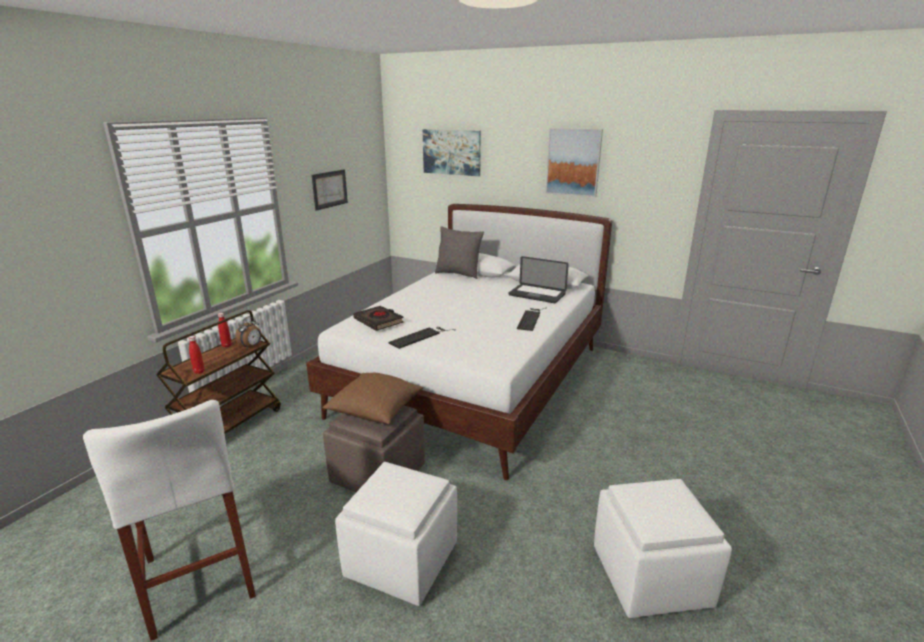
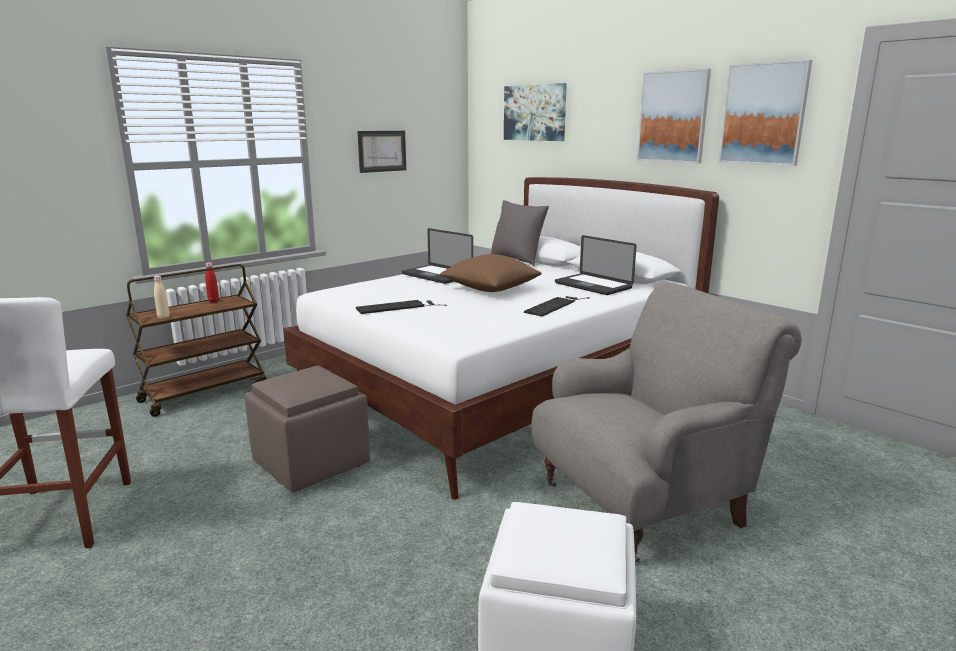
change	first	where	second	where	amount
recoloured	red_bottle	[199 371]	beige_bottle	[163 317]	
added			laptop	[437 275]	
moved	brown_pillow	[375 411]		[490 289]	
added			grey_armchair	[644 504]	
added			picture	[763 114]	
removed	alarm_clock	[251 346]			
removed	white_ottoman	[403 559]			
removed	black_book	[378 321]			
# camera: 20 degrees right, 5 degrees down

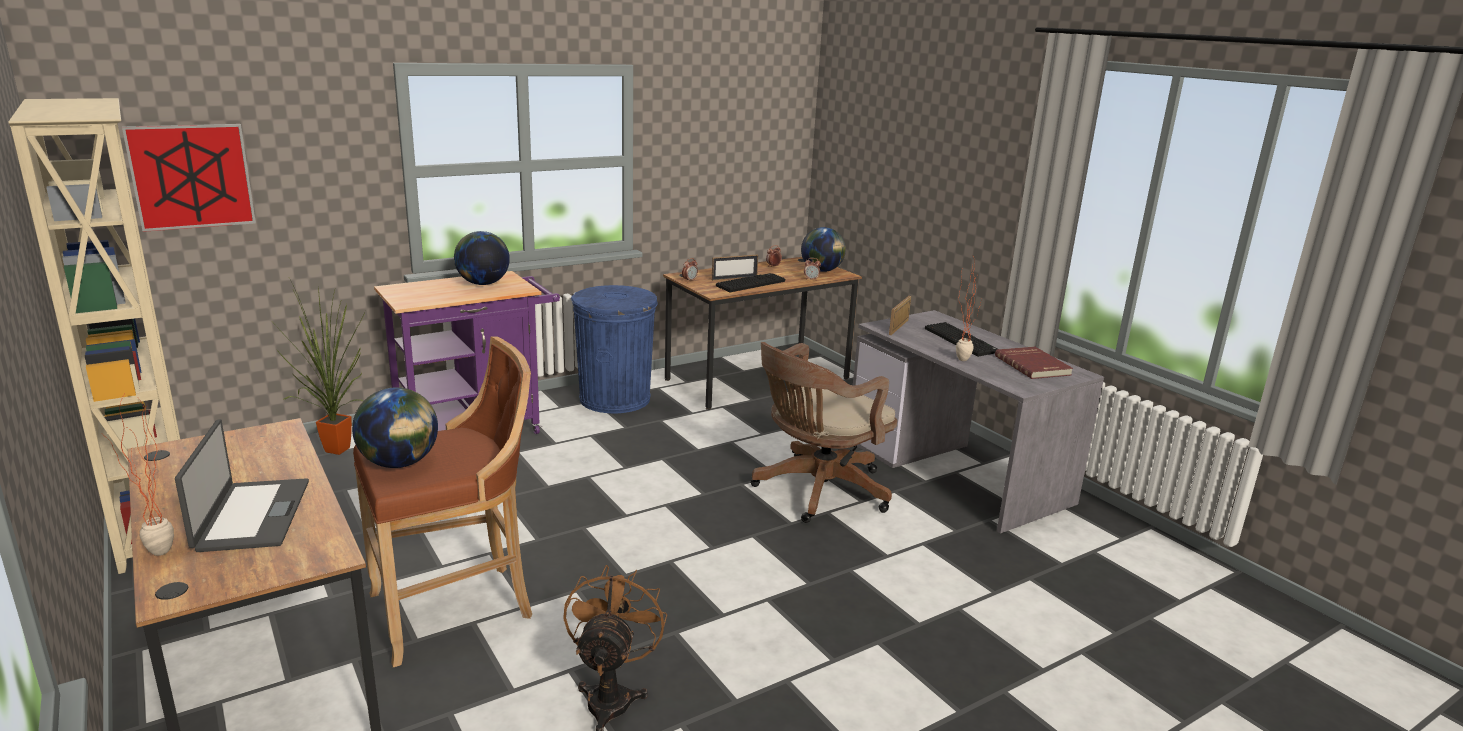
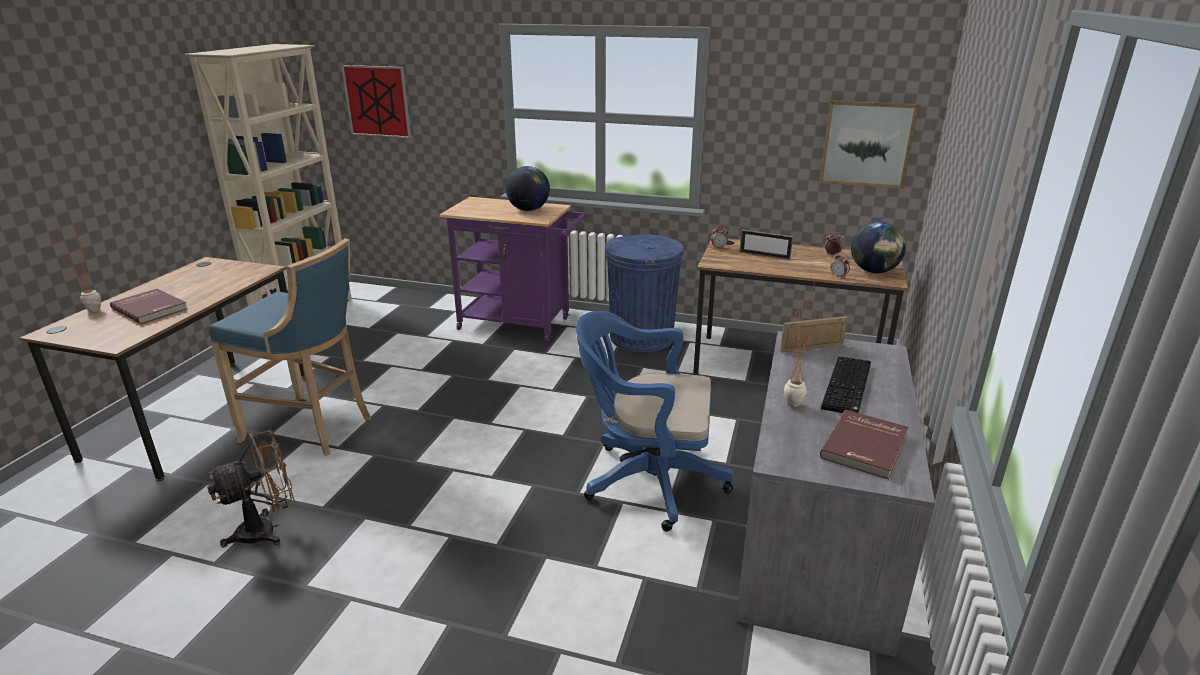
change	first	where	second	where	amount
replaced	laptop	[251 515]	red_book	[151 308]	
recoloured	brown_stool	[457 608]	blue_stool	[312 428]	
recoloured	brown_office_chair	[816 491]	blue_office_chair	[647 481]	
added			picture	[866 144]	
removed	potted_plant	[334 449]			
removed	globe	[400 463]			
removed	keyboard	[750 283]			
# camera: 50 degrees right, 5 degrees up

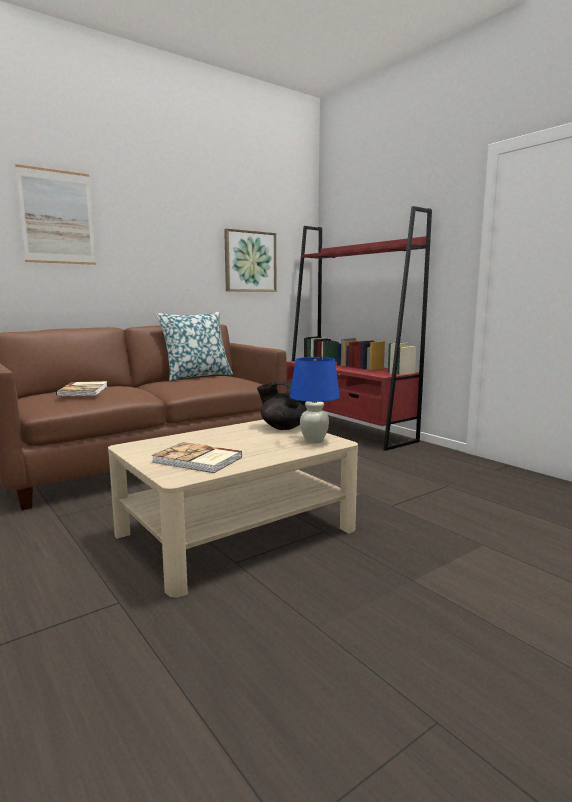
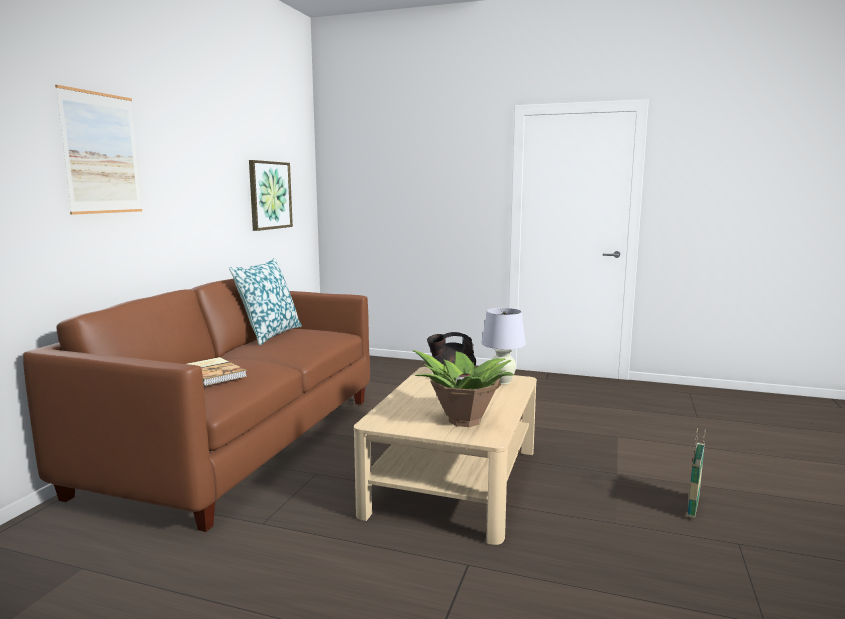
change	first	where	second	where	amount
replaced	book	[197 460]	potted_plant	[464 420]	
recoloured	blue_table_lamp	[314 440]	white_table_lamp	[502 382]	
added			basket	[693 507]	
removed	red_bookcase	[347 430]			
# camera: 35 degrees left, 0 degrees up

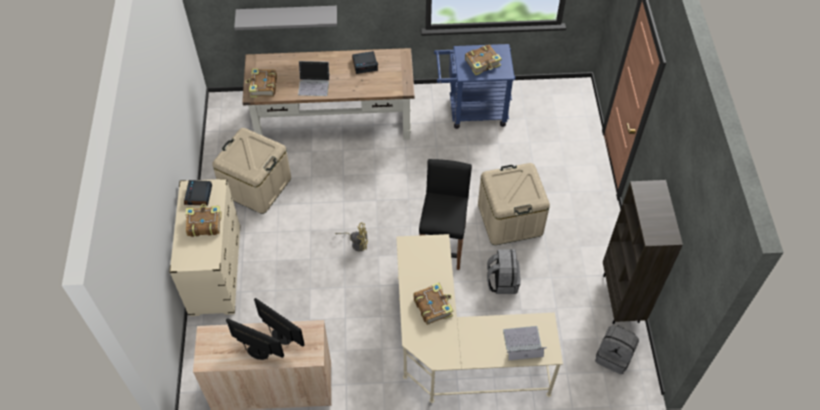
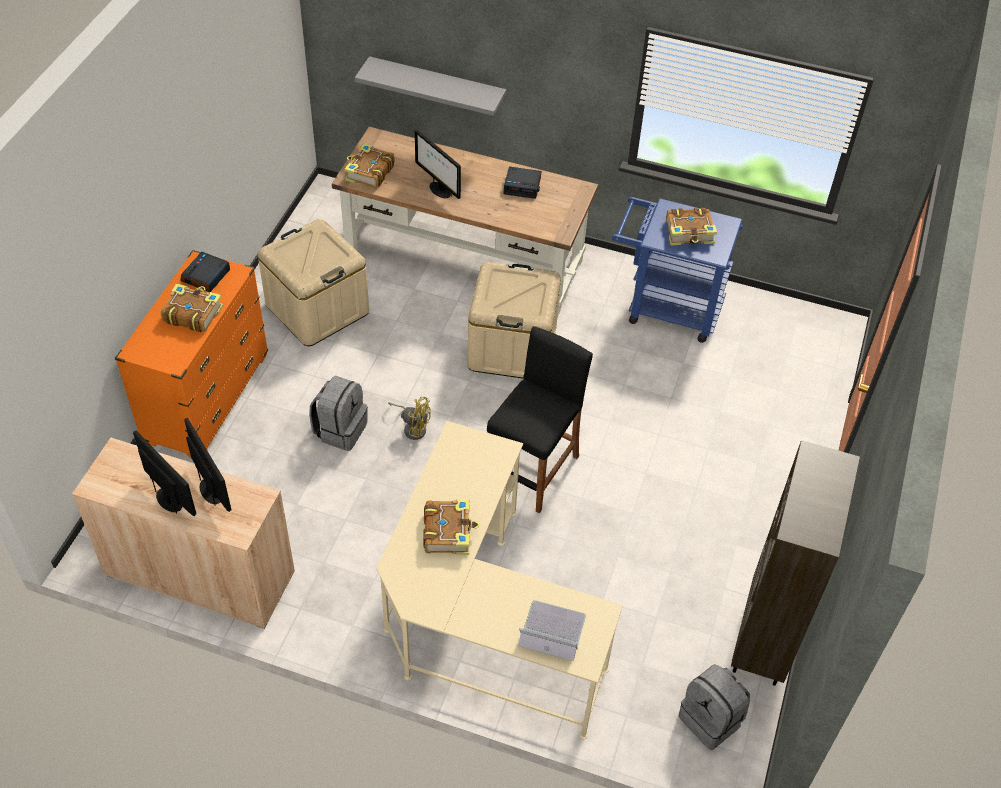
change	first	where	second	where	amount
recoloured	beige_dresser	[216 271]	orange_dresser	[207 398]	
moved	grey_backpack	[502 281]		[340 430]	
replaced	laptop	[314 84]	monitor	[439 190]	
moved	beige_storage_box	[510 219]		[512 347]	
# camera: 20 degrees right, 5 degrees down

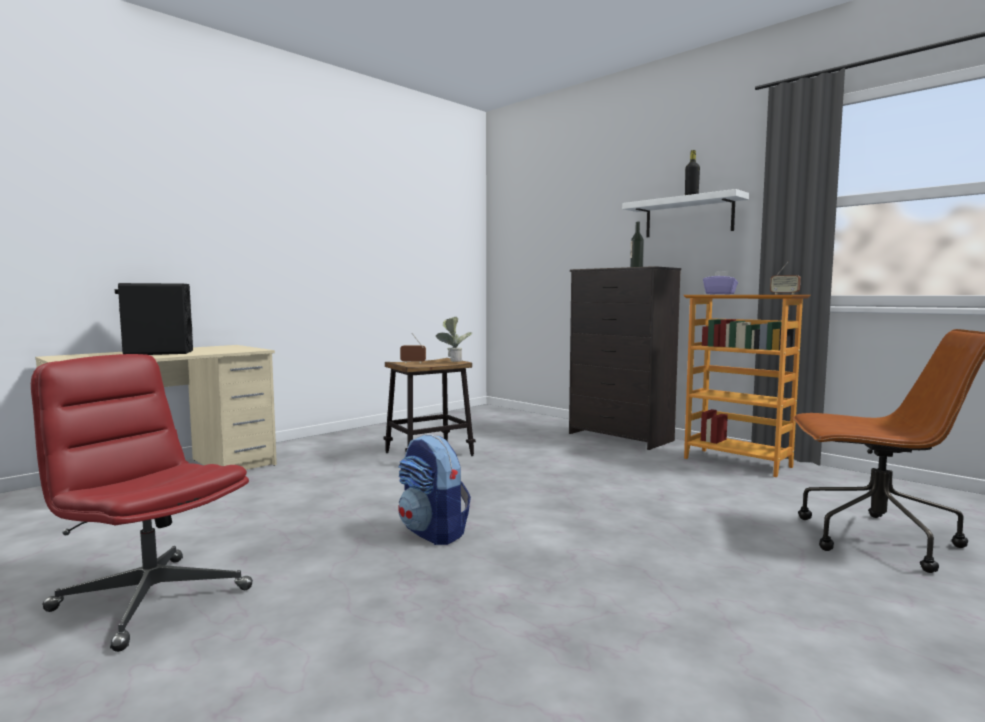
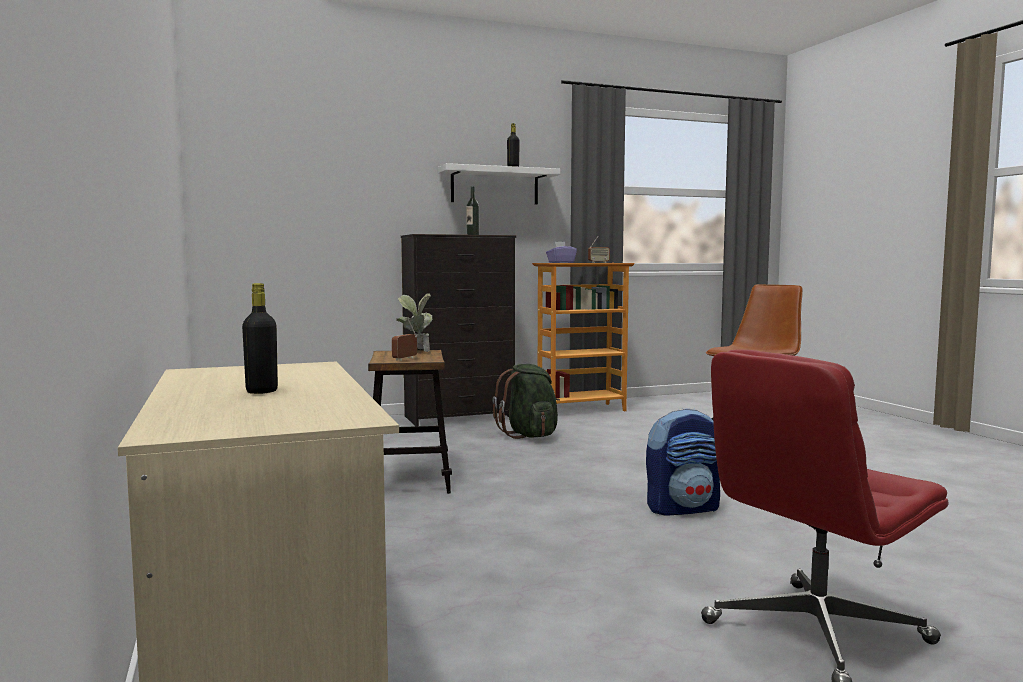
change	first	where	second	where	amount
replaced	black_speaker	[158 353]	black_bottle	[262 391]	
added			green_backpack	[530 435]	
# camera: 65 degrees left, 0 degrees up

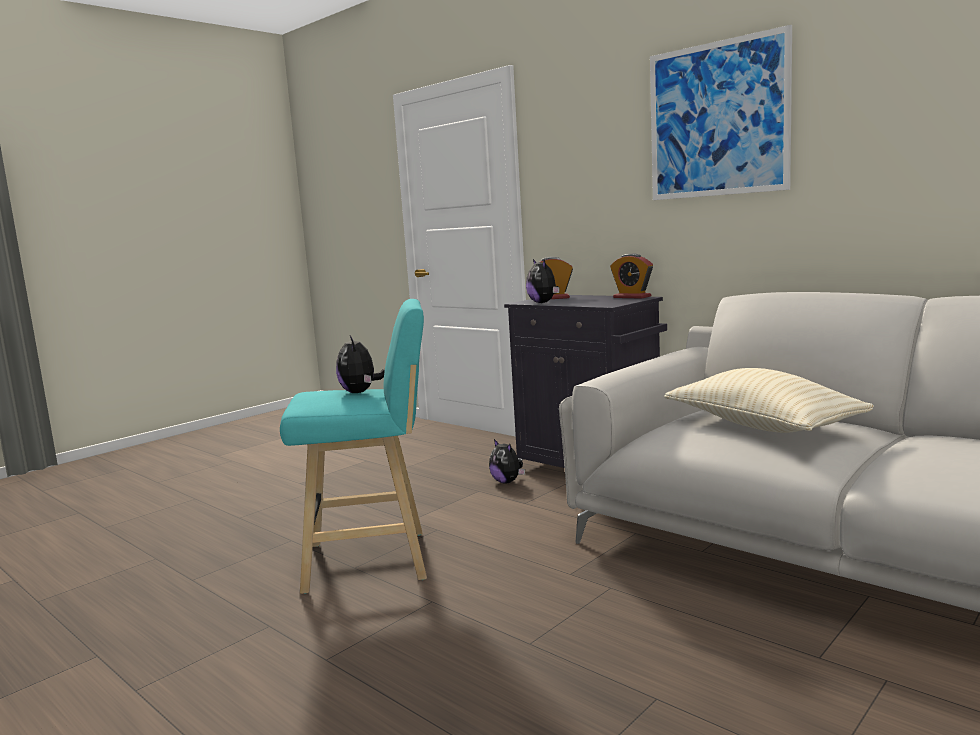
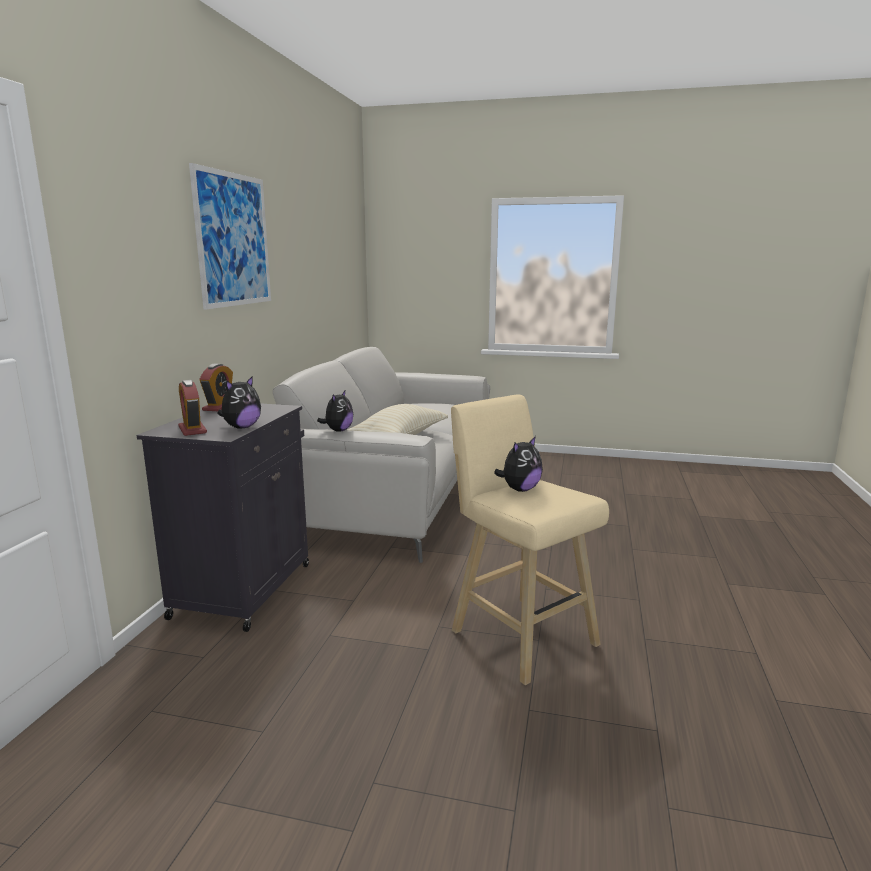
change	first	where	second	where	amount
moved	plush_toy	[507 482]		[338 430]	
recoloured	turquoise_stool	[374 561]	beige_stool	[519 635]	
# camera: 120 degrees left, 5 degrees up

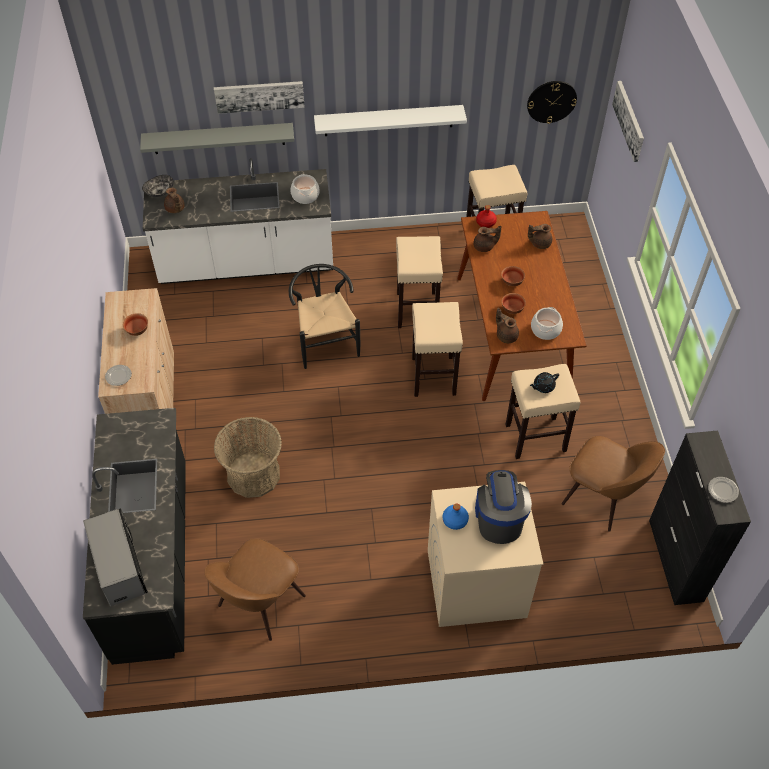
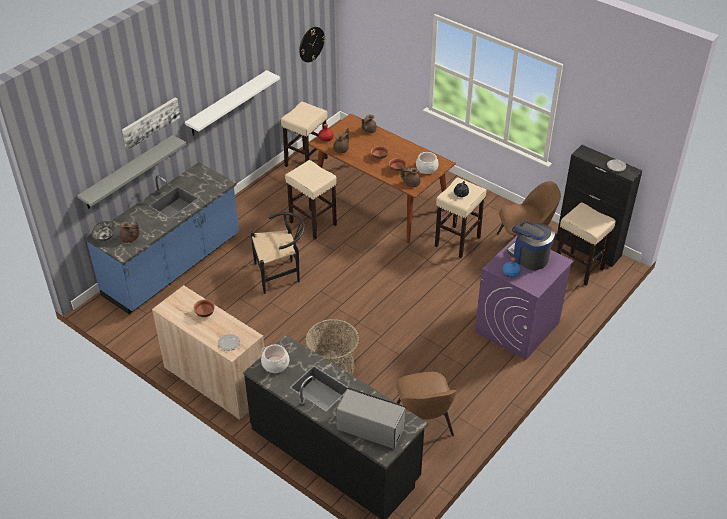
change	first	where	second	where	amount
recoloured	white_counter	[246 264]	blue_counter	[173 266]	
turned	black_chair	[325 341]		[281 274]	135 degrees clockwise
moved	cooking_pot	[305 195]		[275 364]	
recoloured	beige_washing_machine	[475 584]	purple_washing_machine	[517 327]	
moved	beige_stool	[433 375]		[578 268]	
removed	picture	[629 120]			
# camera: 45 degrees left, 10 degrees down

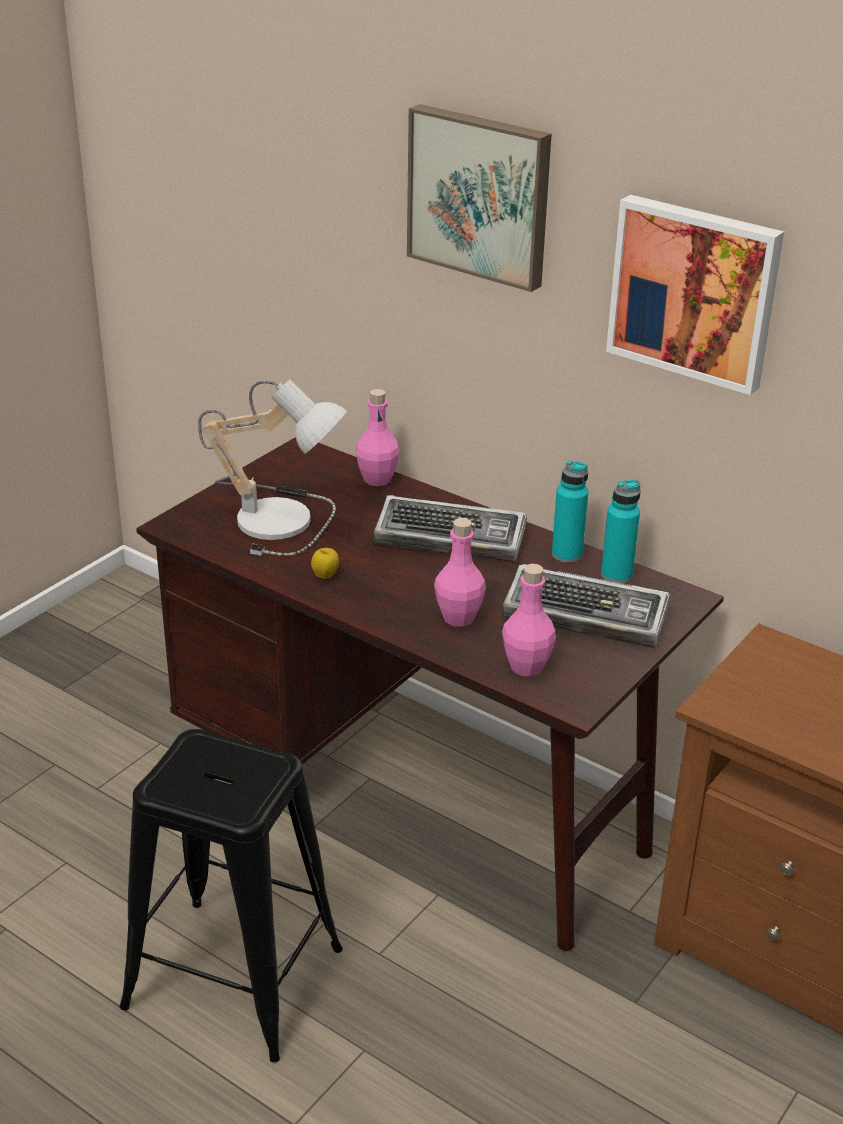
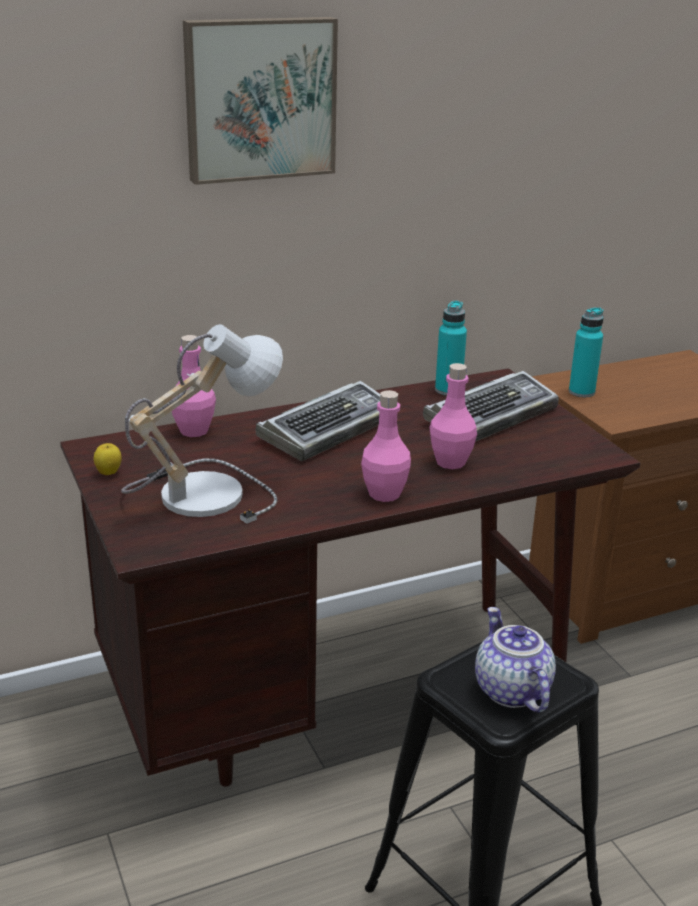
change	first	where	second	where	amount
moved	apple	[325 576]		[109 473]	
moved	pink_bottle	[526 666]		[384 494]	
added			teapot	[509 690]	
moved	turquoise_bottle	[567 554]		[581 392]	
removed	picture	[695 291]			
# camera: 60 degrees left, 5 degrees down

